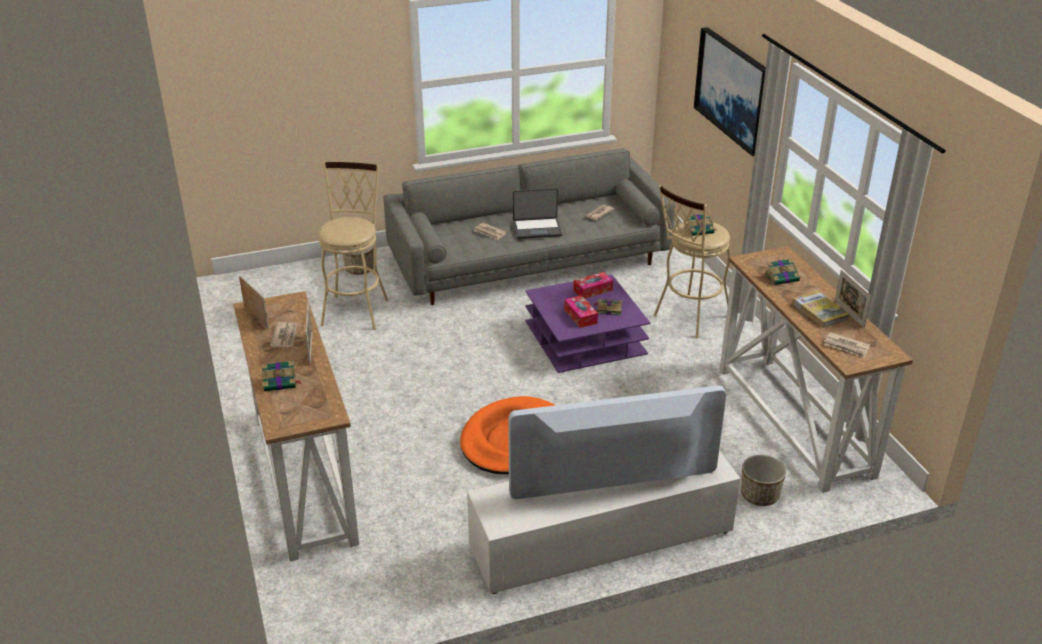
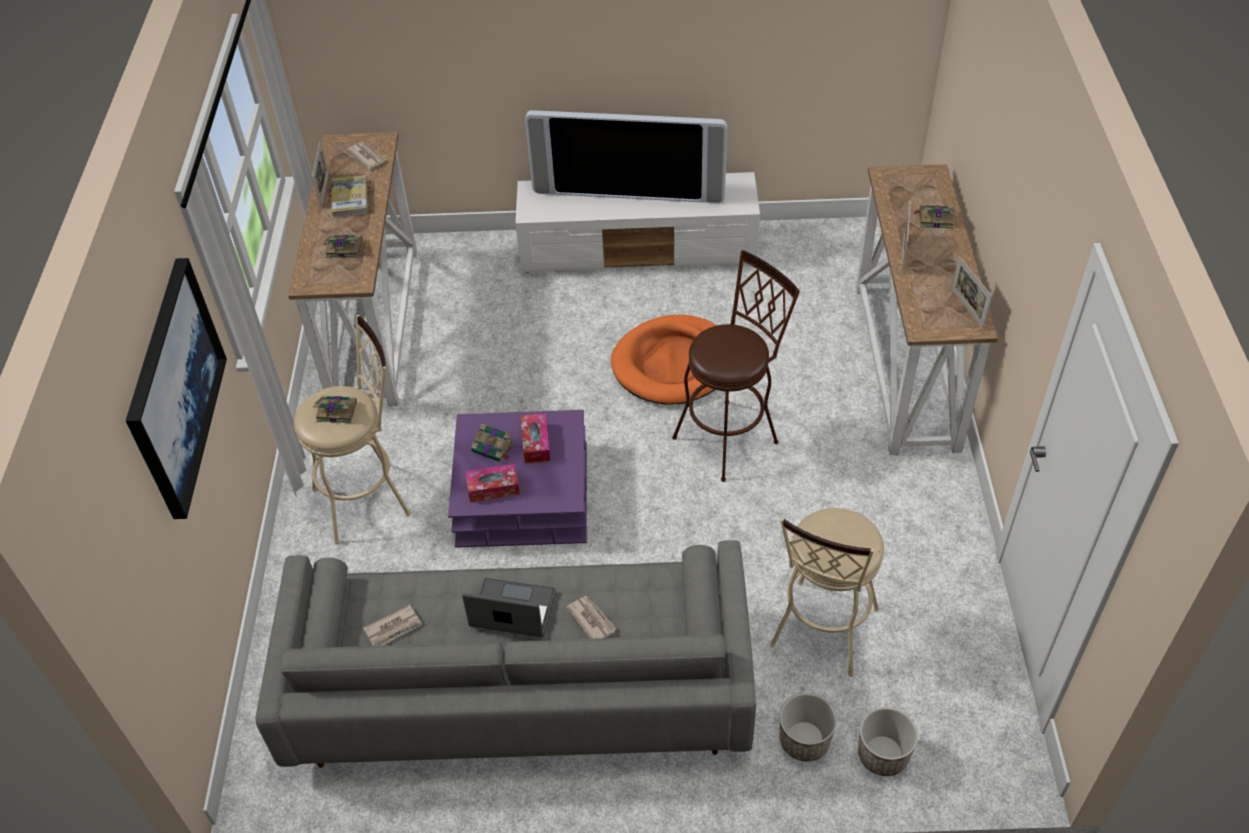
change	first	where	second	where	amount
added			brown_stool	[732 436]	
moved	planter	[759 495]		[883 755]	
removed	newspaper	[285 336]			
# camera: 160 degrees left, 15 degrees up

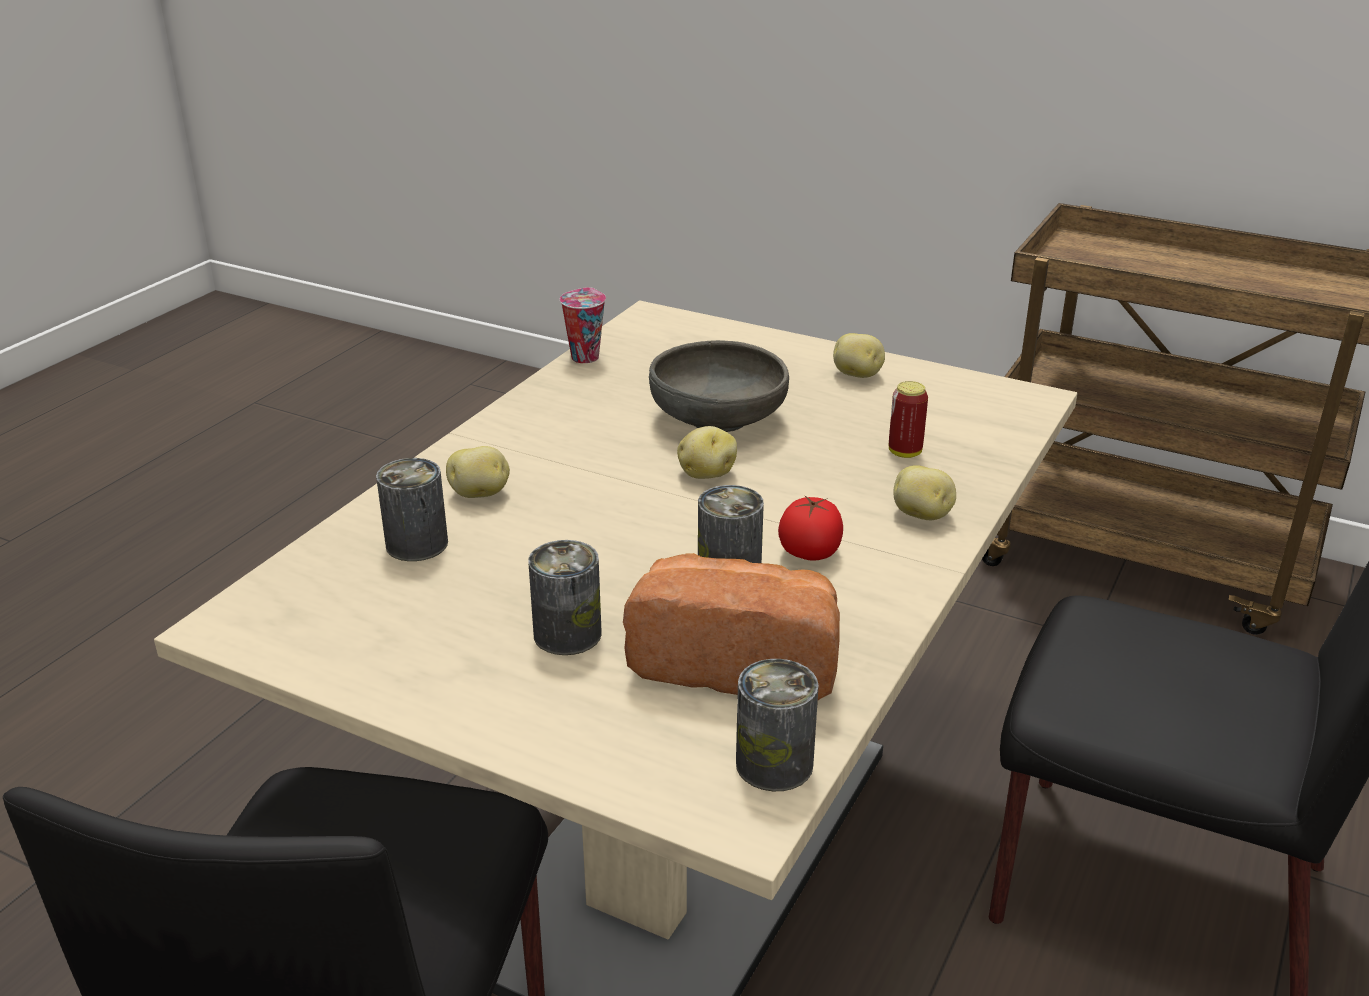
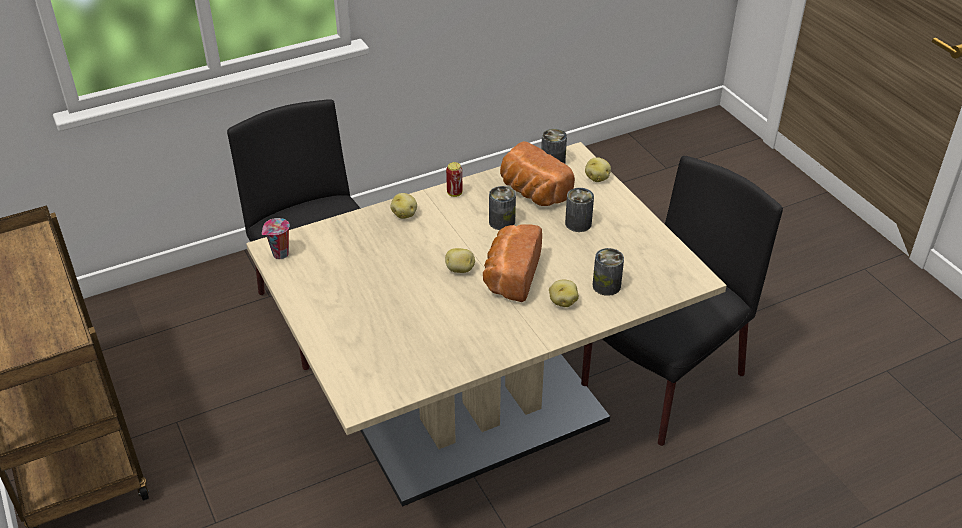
change	first	where	second	where	amount
moved	cup	[584 356]		[280 255]	
moved	can	[904 452]		[454 193]	
added			bread	[510 276]	
moved	potato	[857 375]		[597 178]	
removed	grey_bowl	[717 419]			
removed	tomato	[809 552]			
# camera: 145 degrees left, 10 degrees up

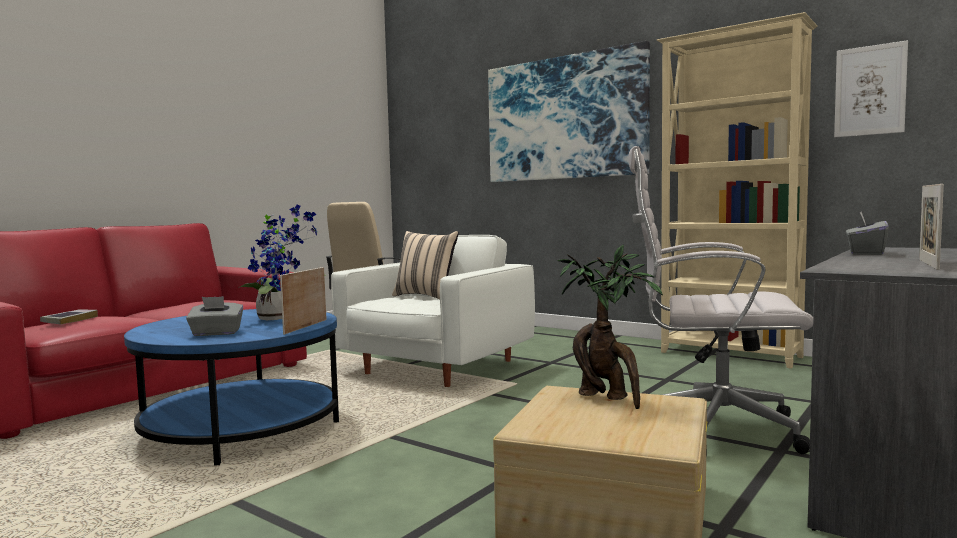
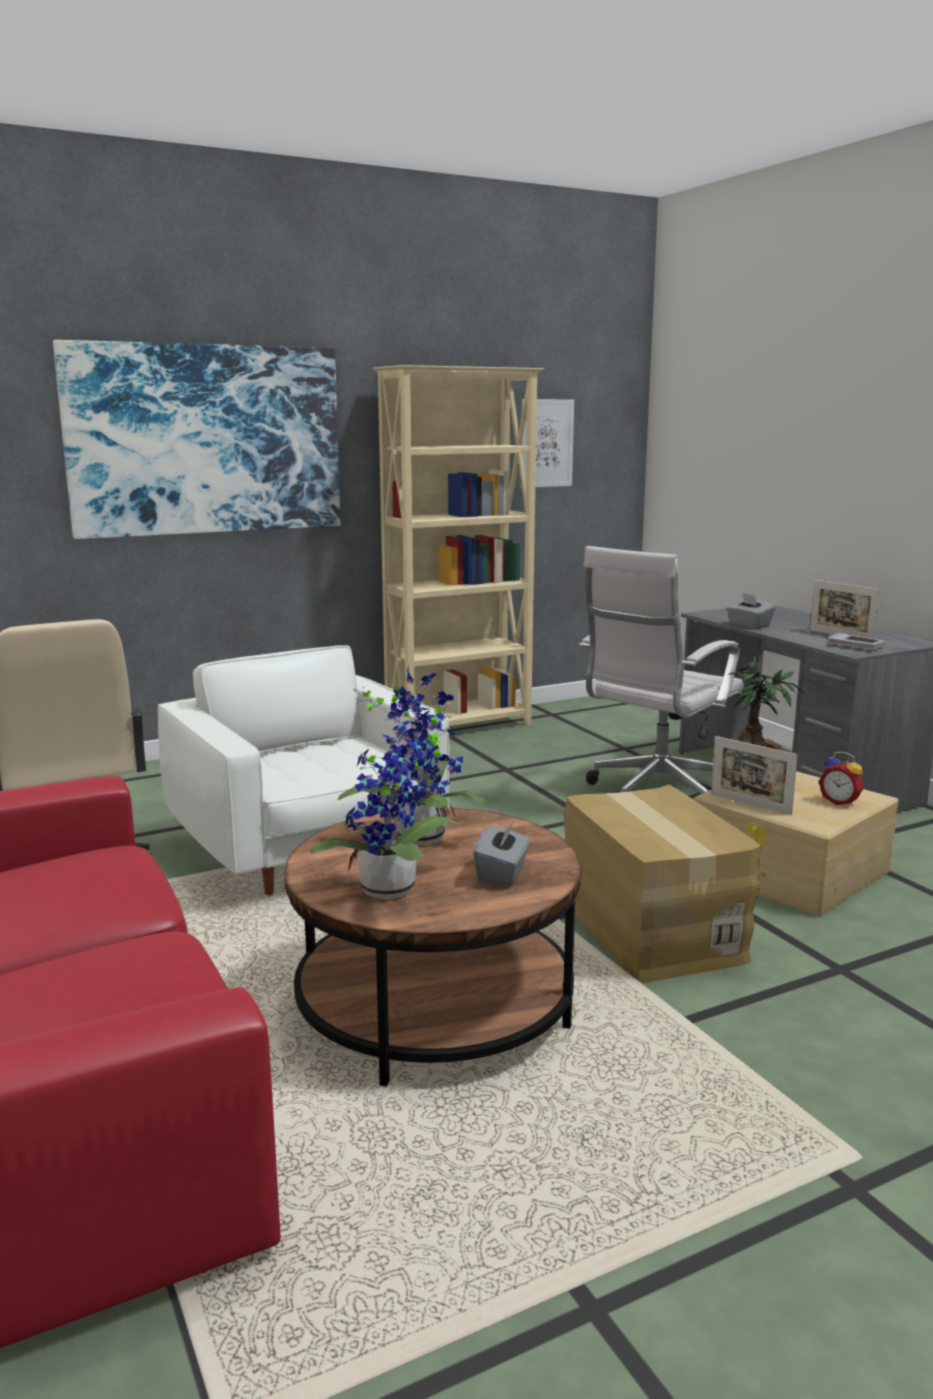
change	first	where	second	where	amount
recoloured	blue_coffee_table	[242 429]	brown_coffee_table	[434 1005]	
added			potted_plant	[393 892]	
added			cardboard_box	[649 930]	
moved	picture_frame	[306 326]		[750 804]	
added			alarm_clock	[840 802]	
moved	book	[70 320]		[855 646]	
removed	beige_pillow	[426 297]			
# camera: 65 degrees left, 10 degrees up

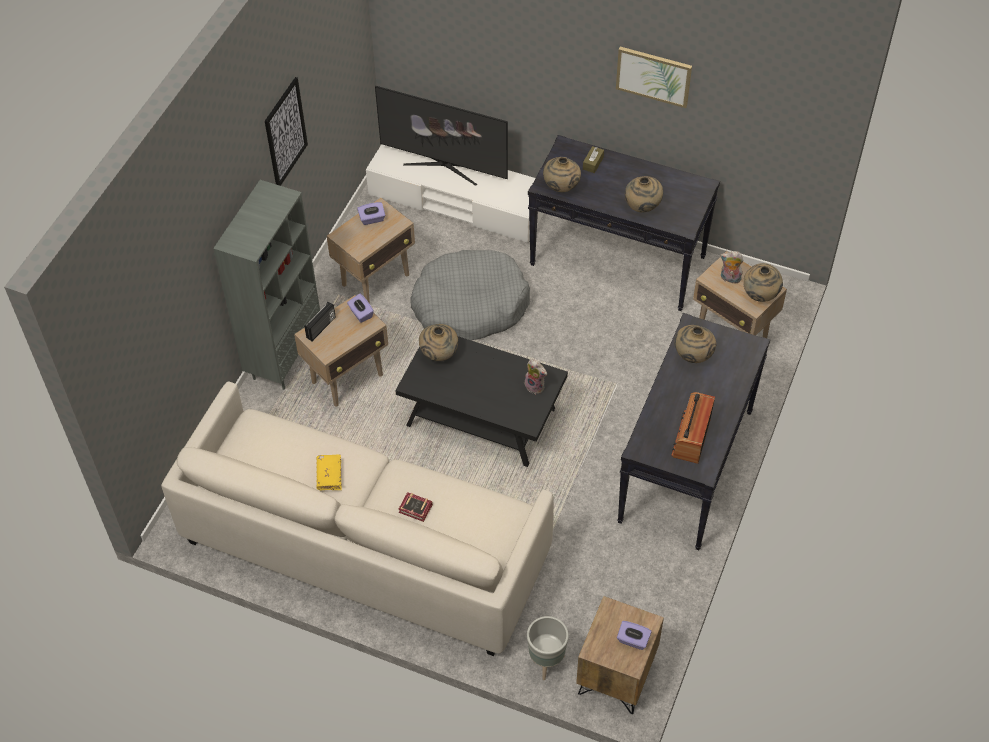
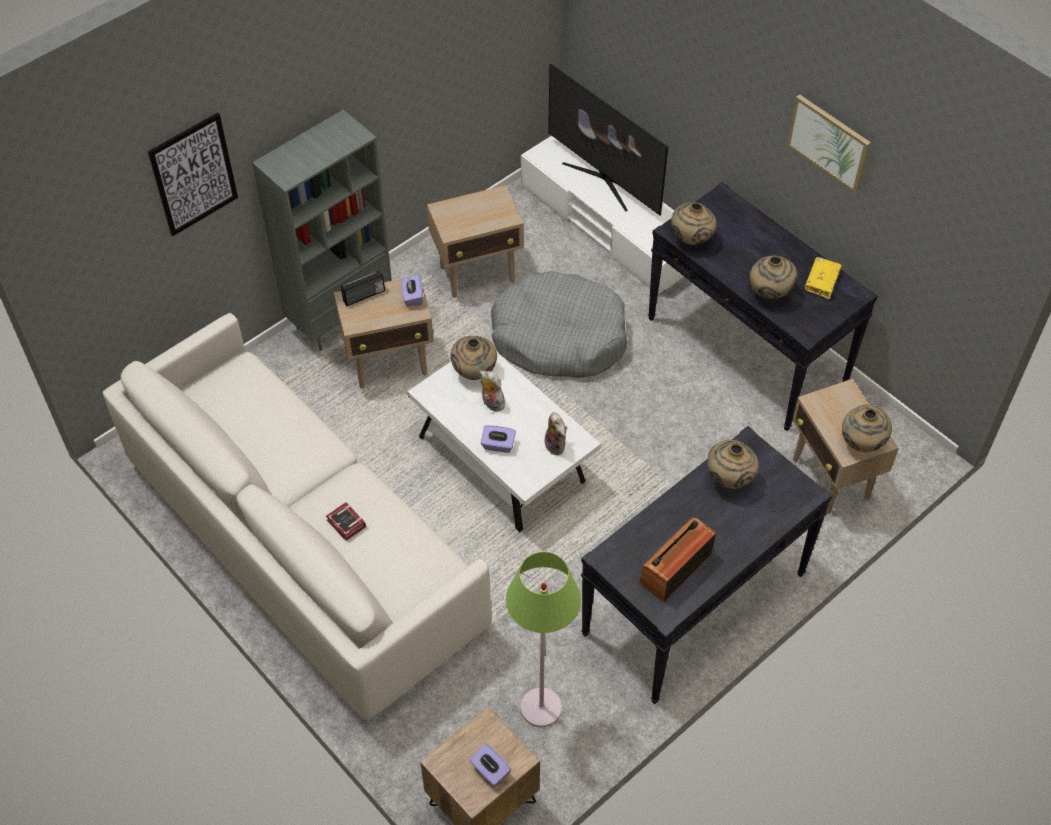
change	first	where	second	where	amount
moved	picture	[285 133]		[193 174]	
recoloured	black_coffee_table	[481 417]	white_coffee_table	[502 460]	
moved	plush_toy	[729 279]		[491 403]	
moved	purple_tissue_box	[372 219]		[498 445]	
added			green_floor_lamp	[541 708]	
moved	yellow_book	[329 475]		[821 281]	
removed	grey_planter	[545 662]			
removed	brown_tissue_box	[593 163]			
# camera: 25 degrees right, 0 degrees up

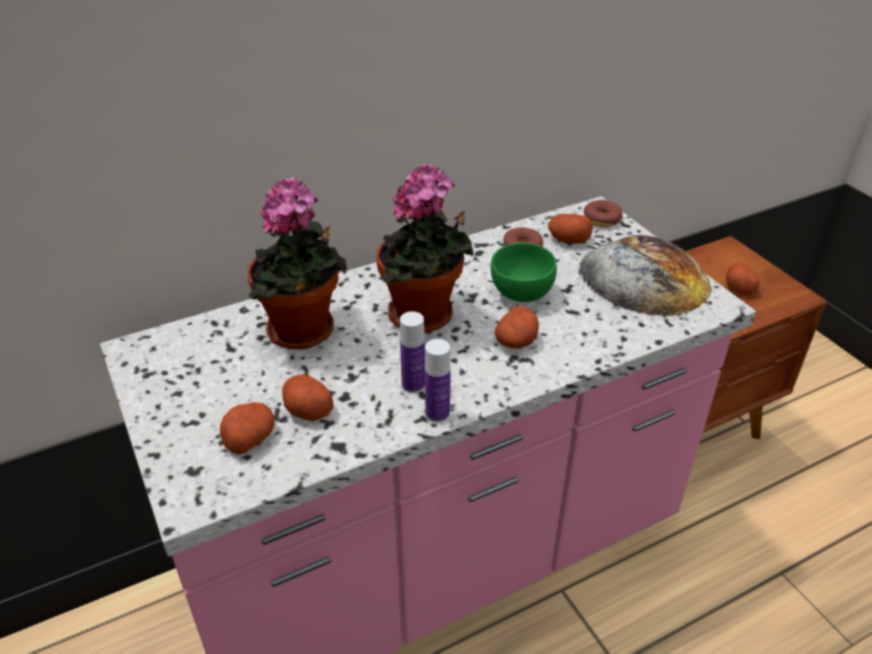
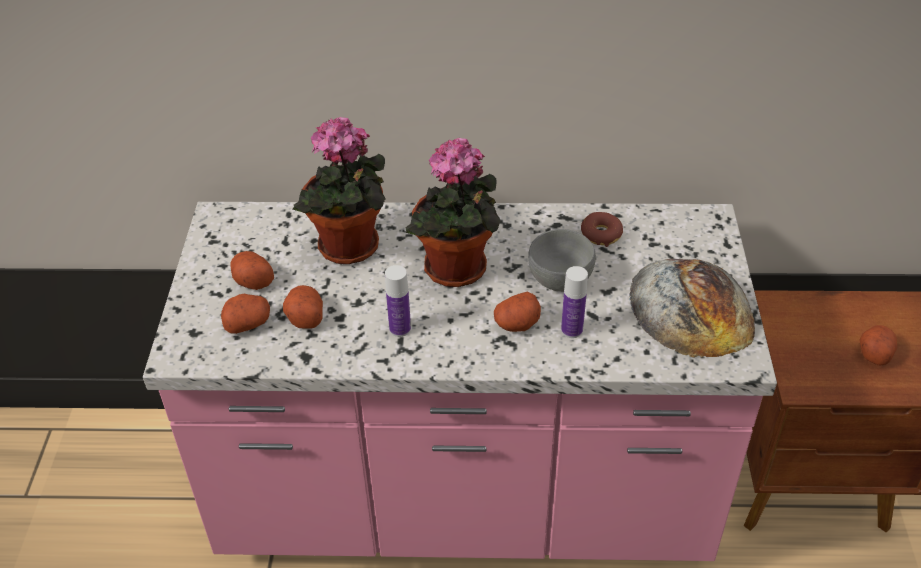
change	first	where	second	where	amount
moved	potato	[568 239]		[252 280]	
recoloured	green_bowl	[522 293]	grey_bowl	[561 280]	
moved	bottle	[437 413]		[572 330]	
removed	donut	[601 219]			
# camera: 30 degrees right, 5 degrees up

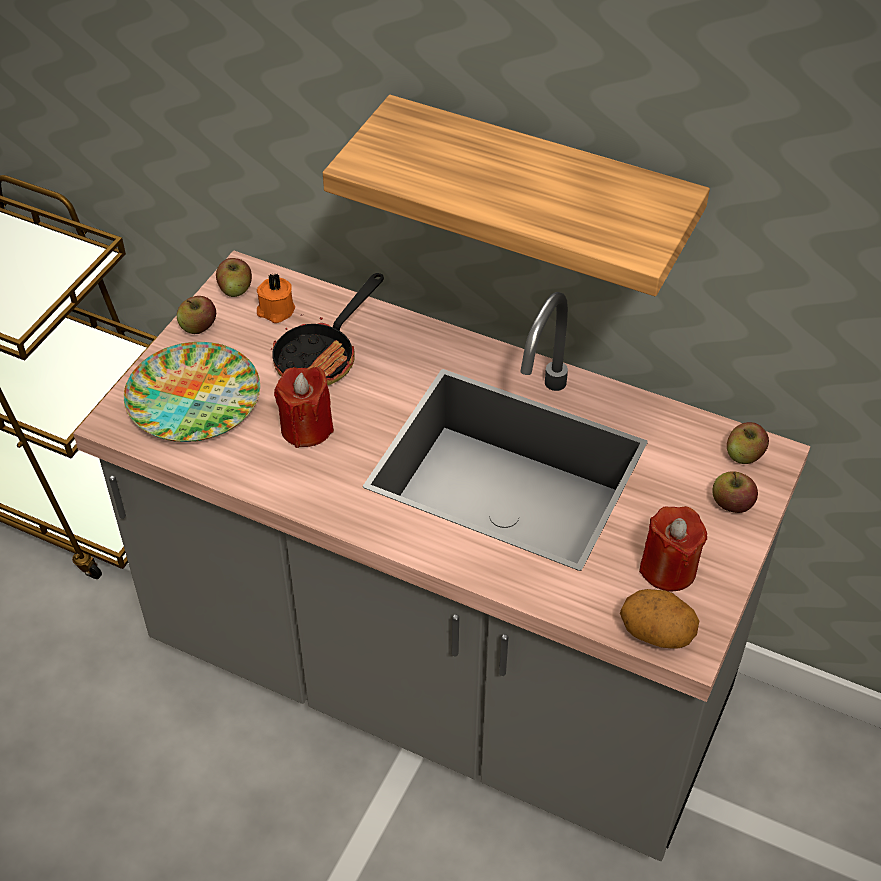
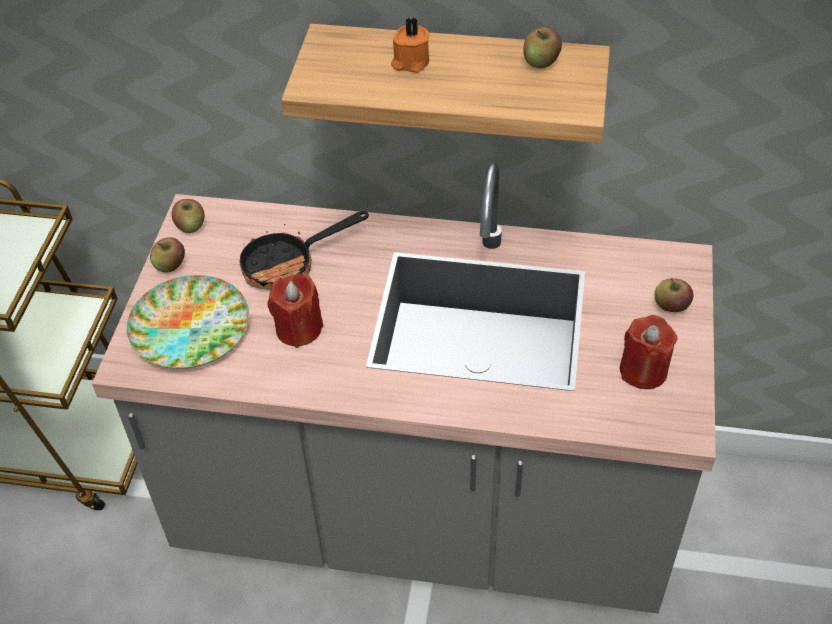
change	first	where	second	where	amount
turned	frying_pan	[323 356]		[289 264]	45 degrees clockwise
moved	orange_candle	[275 311]		[410 62]	
moved	apple	[744 455]		[541 62]	
removed	potato	[656 633]			
# camera: 15 degrees left, 0 degrees up

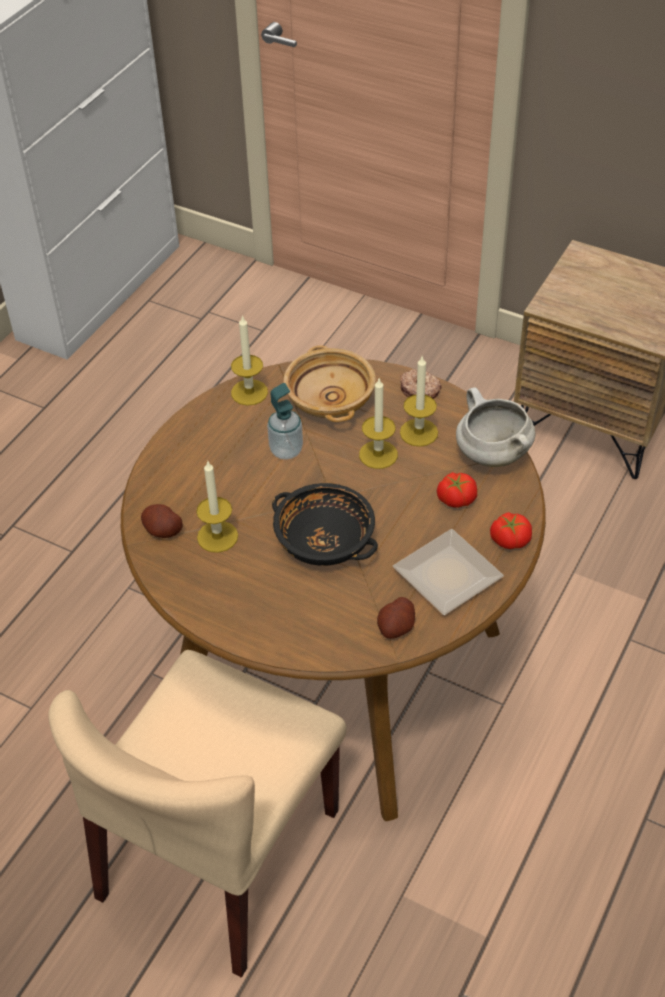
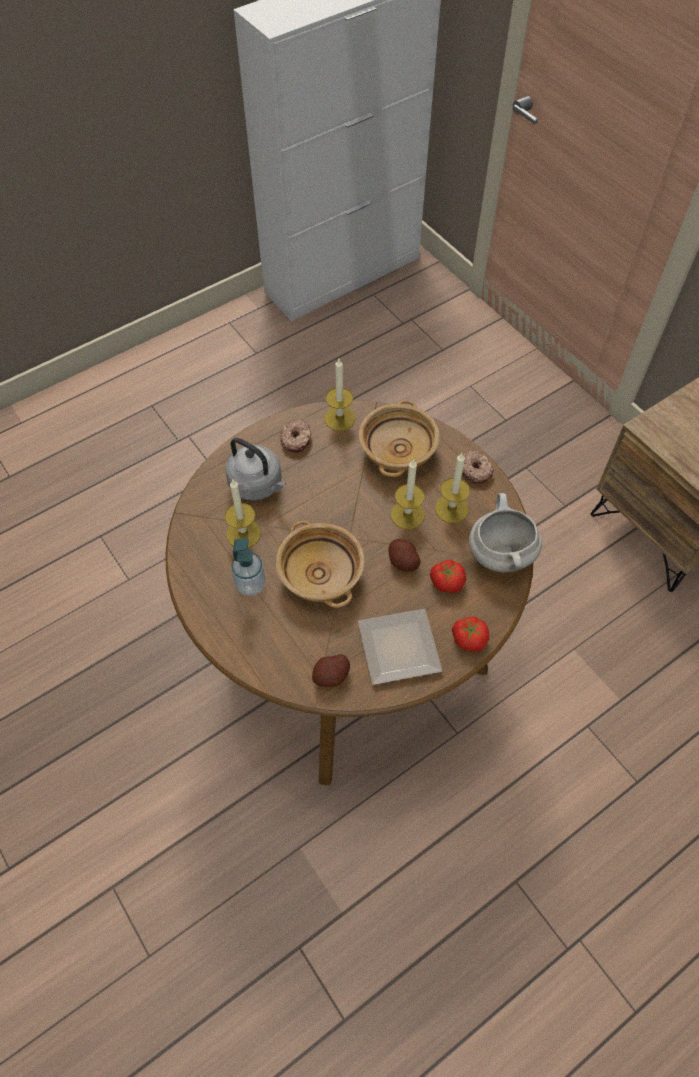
change	first	where	second	where	amount
added			grey_kettle	[258 485]	
moved	soap_dispenser	[286 450]		[250 584]	
recoloured	black_bowl	[325 541]	beige_bowl	[321 574]	
added			donut	[296 440]	
moved	potato	[162 530]		[403 561]	
removed	beige_chair	[219 856]			
# camera: 25 degrees right, 10 degrees up

